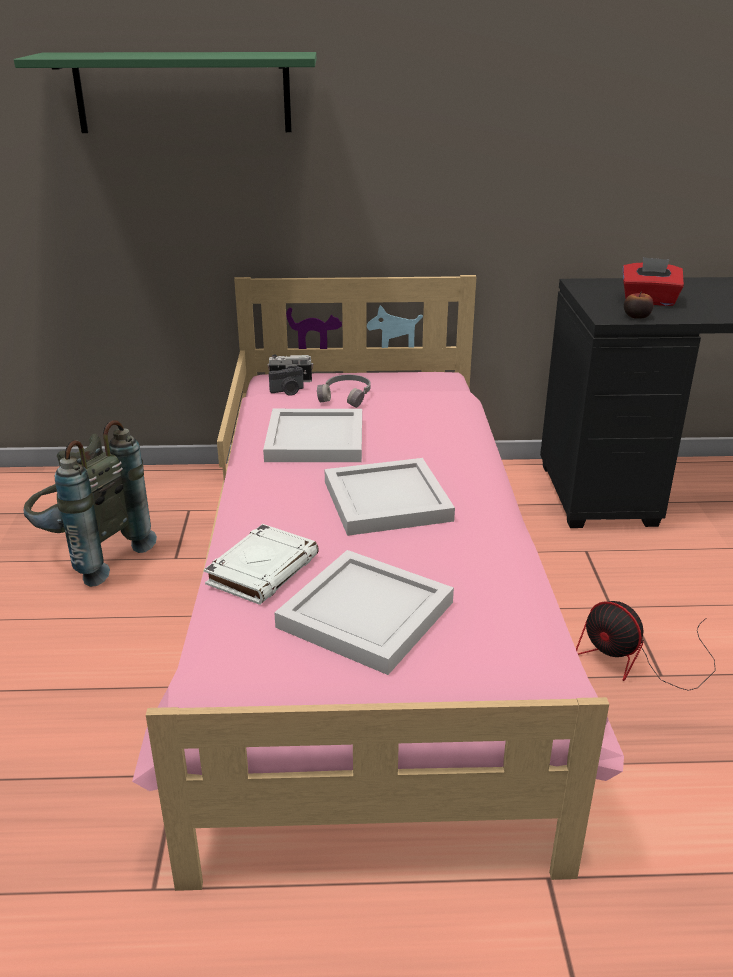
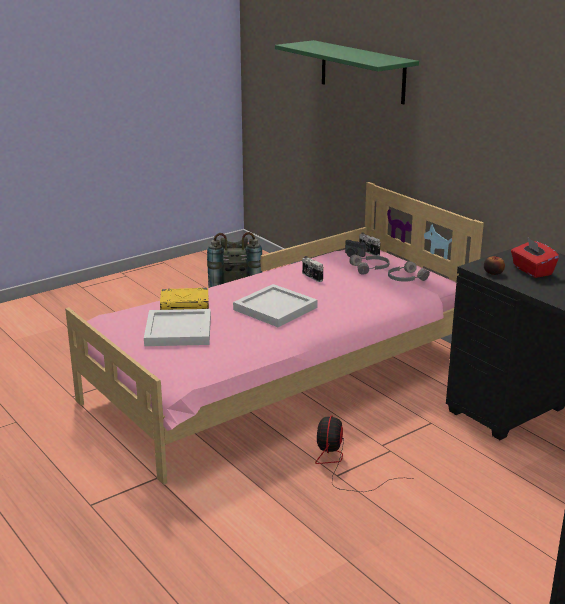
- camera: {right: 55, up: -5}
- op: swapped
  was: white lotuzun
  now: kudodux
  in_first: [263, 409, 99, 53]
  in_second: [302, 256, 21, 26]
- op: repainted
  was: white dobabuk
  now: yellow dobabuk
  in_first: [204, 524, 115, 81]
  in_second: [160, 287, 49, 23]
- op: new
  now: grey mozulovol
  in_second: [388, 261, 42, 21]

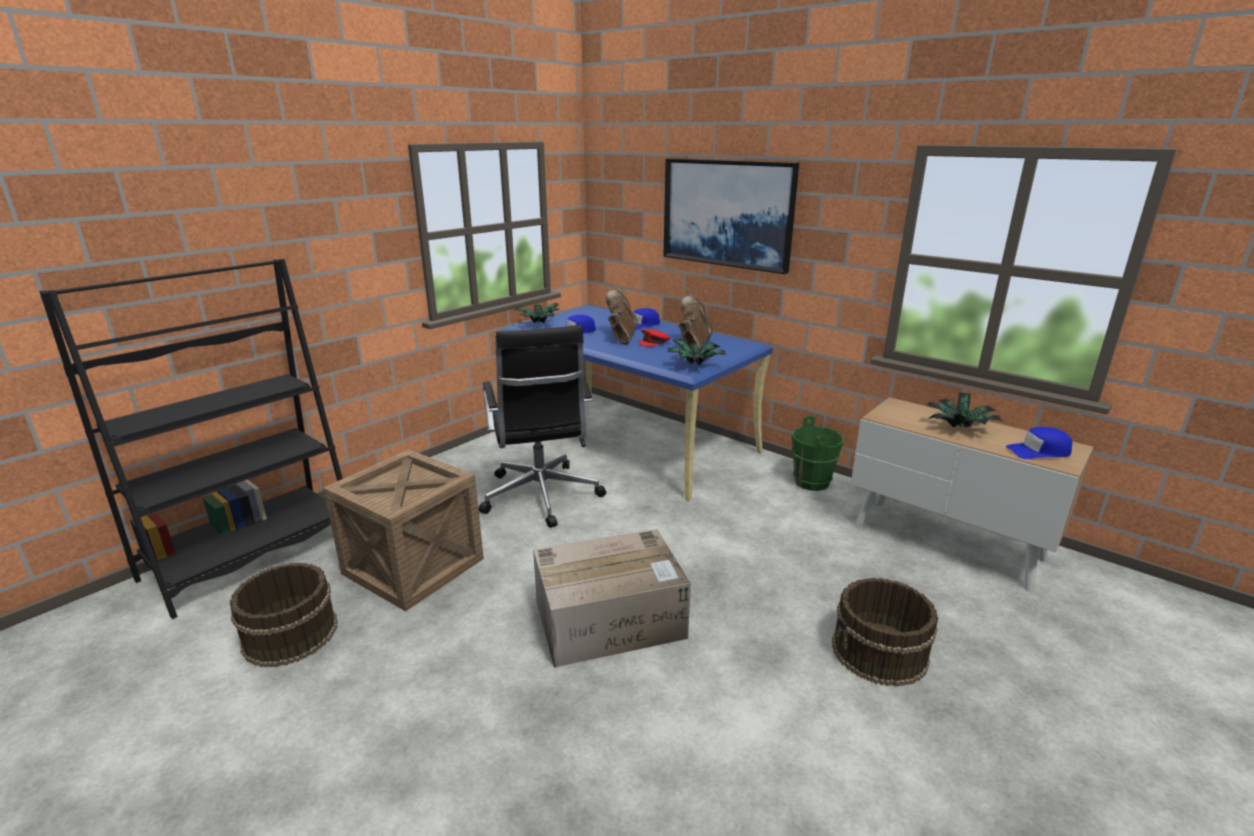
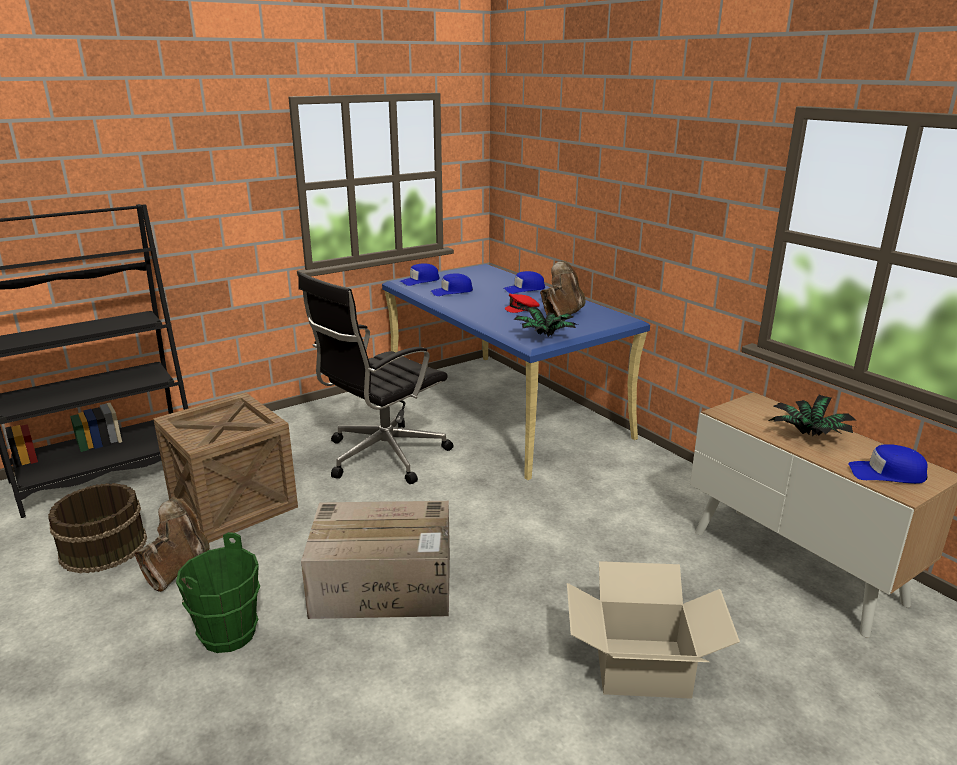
- camera: {right: 15, up: 0}
- op: gone
  was: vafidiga
  in_first: [664, 158, 135, 116]
- op: shifted
  was: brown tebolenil
  in_first: [605, 289, 32, 56]
  in_second: [135, 497, 75, 95]
- op: swapped
  was: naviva
  now: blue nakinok
  in_first: [514, 303, 46, 20]
  in_second: [400, 263, 40, 23]
- op: rotated
  was: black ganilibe
  in_first: [479, 325, 127, 203]
  in_second: [298, 273, 156, 211]
  clockwise: 45
- op: shifted
  was: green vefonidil
  in_first: [791, 416, 53, 75]
  in_second: [176, 532, 84, 121]
- op: swapped
  was: brown vefonidil
  now: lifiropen
  in_first: [832, 578, 106, 109]
  in_second: [567, 561, 173, 138]

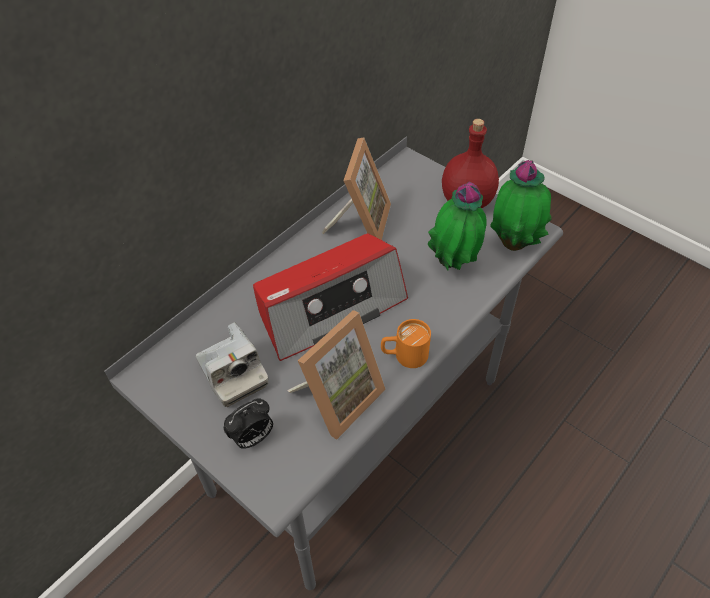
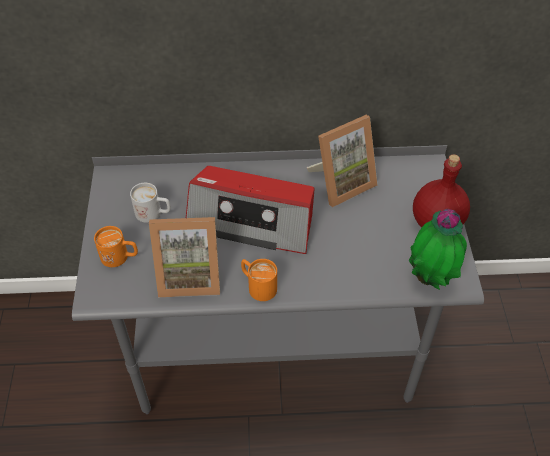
- camera: {right: 45, up: 0}
- op: gone
  was: naviva
  in_first: [428, 181, 59, 89]
- op: swapped
  was: kudodux
  now: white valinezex
  in_first: [196, 322, 72, 85]
  in_second: [130, 183, 41, 40]
- op: swapped
  was: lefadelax
  now: orange valinezex
  in_first: [224, 399, 49, 50]
  in_second: [94, 226, 44, 41]

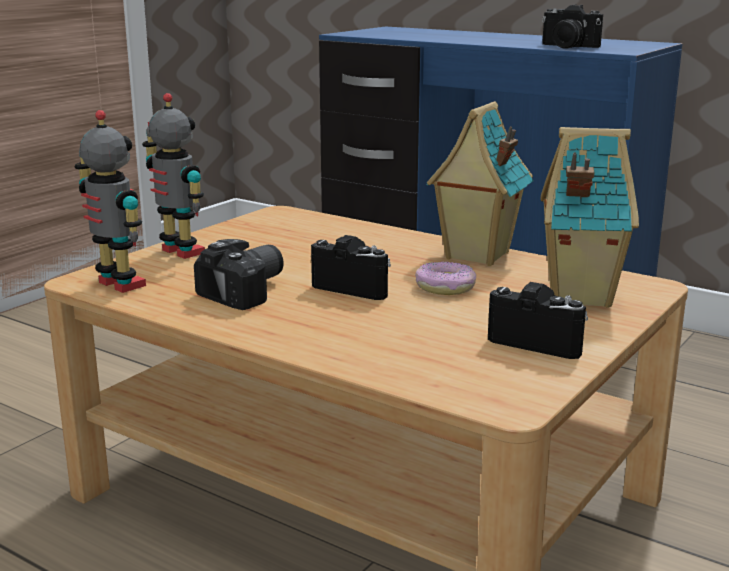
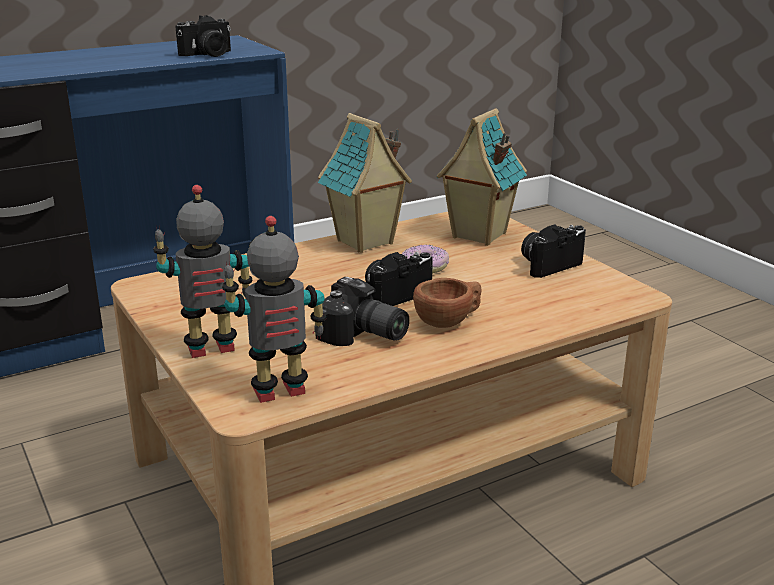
- camera: {right: -65, up: 5}
- op: rotated
  was: kudodux
  in_first: [194, 239, 90, 71]
  in_second: [315, 277, 95, 69]
  clockwise: 150
- op: new
  now: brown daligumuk
  in_second: [413, 278, 69, 50]

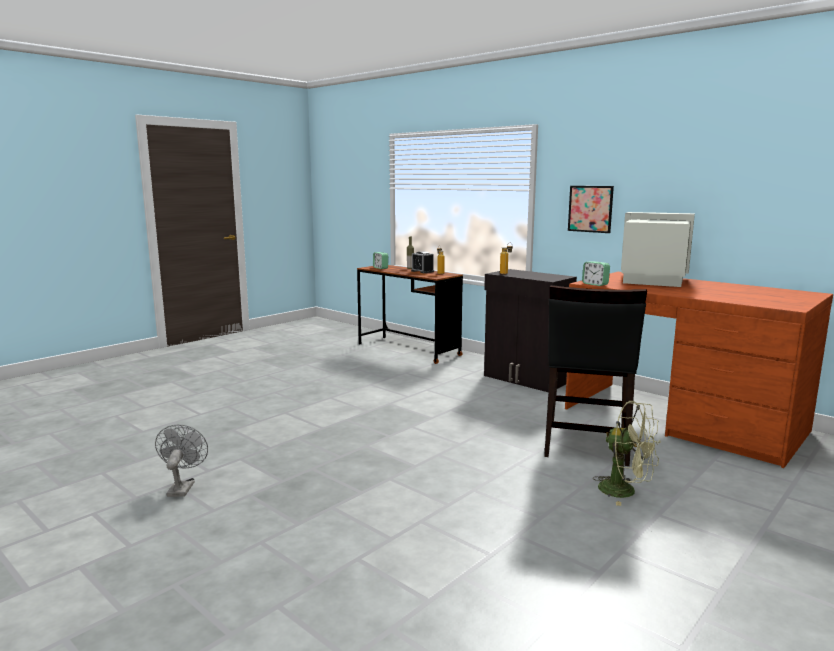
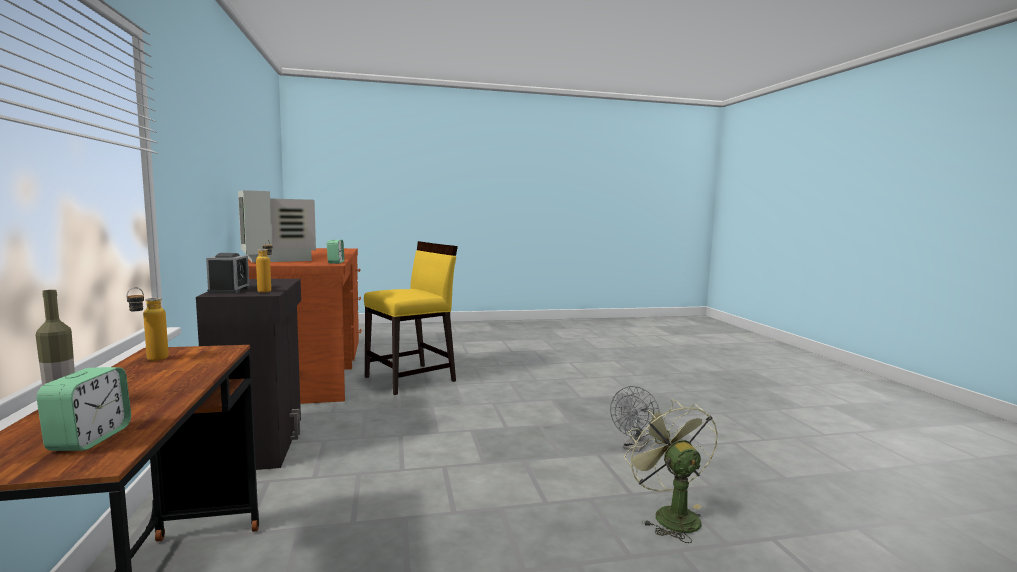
- camera: {right: -145, up: -5}
- op: gone
  was: vafidiga
  in_first: [568, 186, 46, 47]
- op: shifted
  was: lefadelax
  in_first: [411, 251, 23, 22]
  in_second: [206, 253, 44, 41]
- op: repainted
  was: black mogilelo
  now: yellow mogilelo
  in_first: [544, 285, 103, 181]
  in_second: [364, 241, 94, 154]
- op: shifted
  was: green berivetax
  in_first: [593, 401, 68, 105]
  in_second: [624, 399, 94, 144]
- op: shifted
  was: grey berivetax
  in_first: [155, 425, 53, 72]
  in_second: [610, 386, 50, 66]

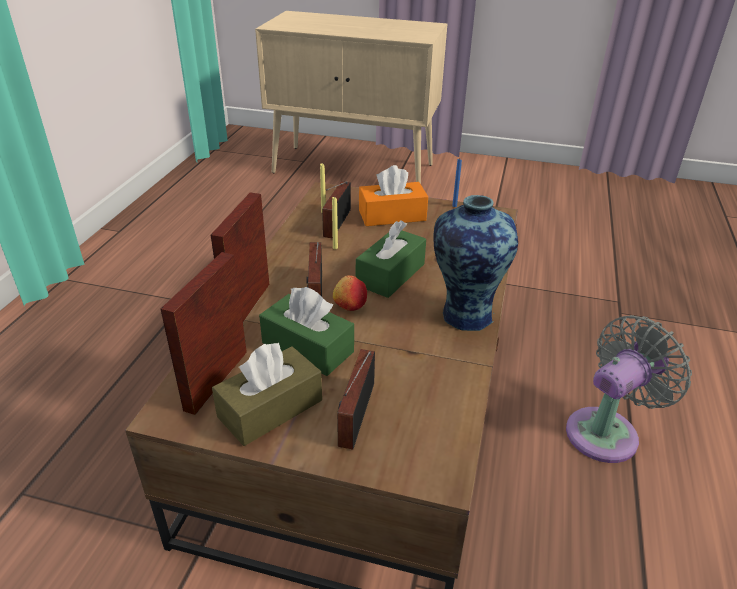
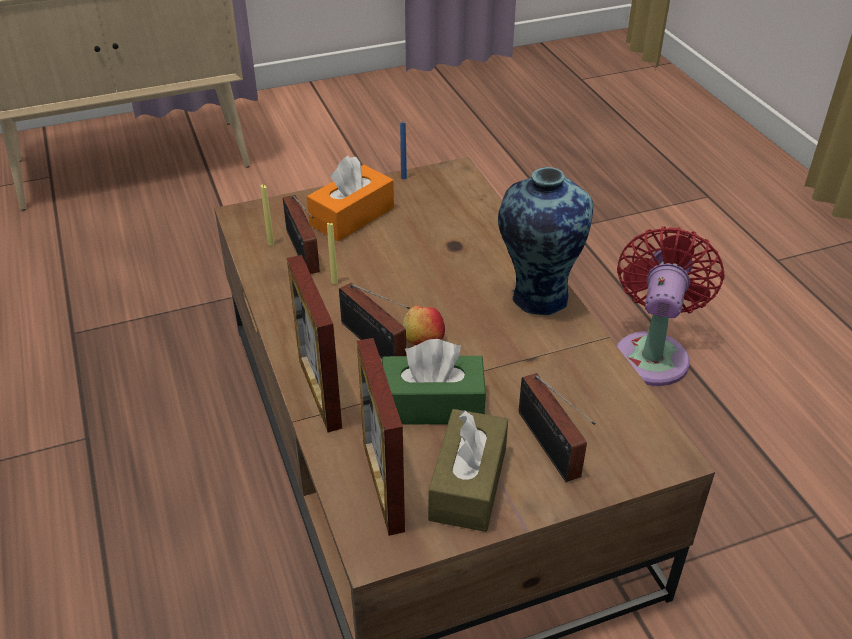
- camera: {right: -35, up: 5}
- op: gone
  was: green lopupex
  in_first: [356, 220, 70, 78]
- op: repainted
  was: grey berivetax
  now: red berivetax
  in_first: [566, 315, 126, 148]
  in_second: [617, 226, 108, 160]

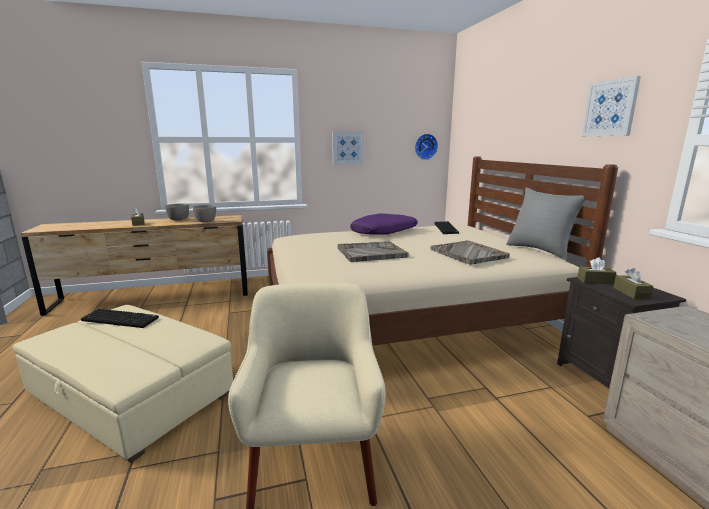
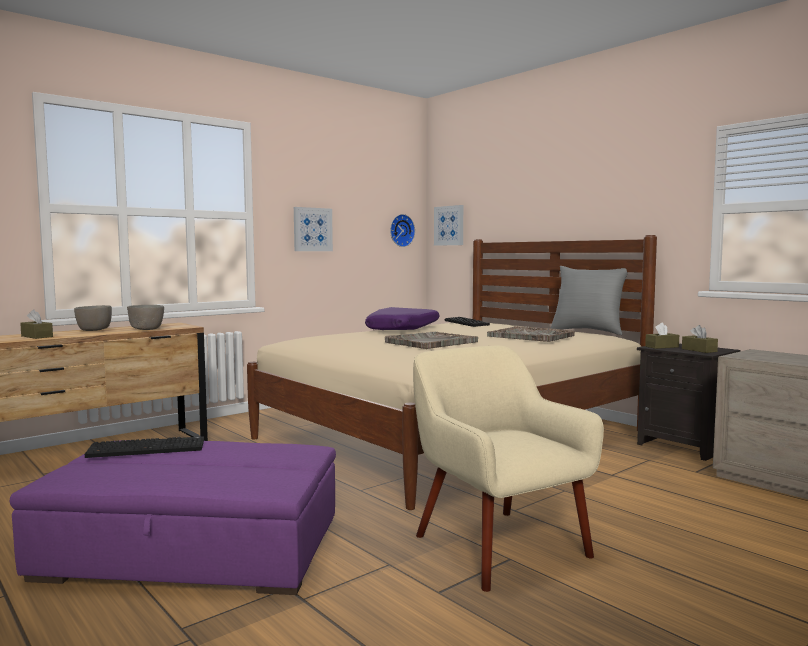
- camera: {right: -25, up: -10}
- op: shifted
  was: vafidiga
  in_first: [582, 76, 59, 60]
  in_second: [434, 205, 29, 41]
- op: repainted
  was: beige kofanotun
  now: purple kofanotun
  in_first: [12, 305, 221, 158]
  in_second: [10, 440, 326, 155]

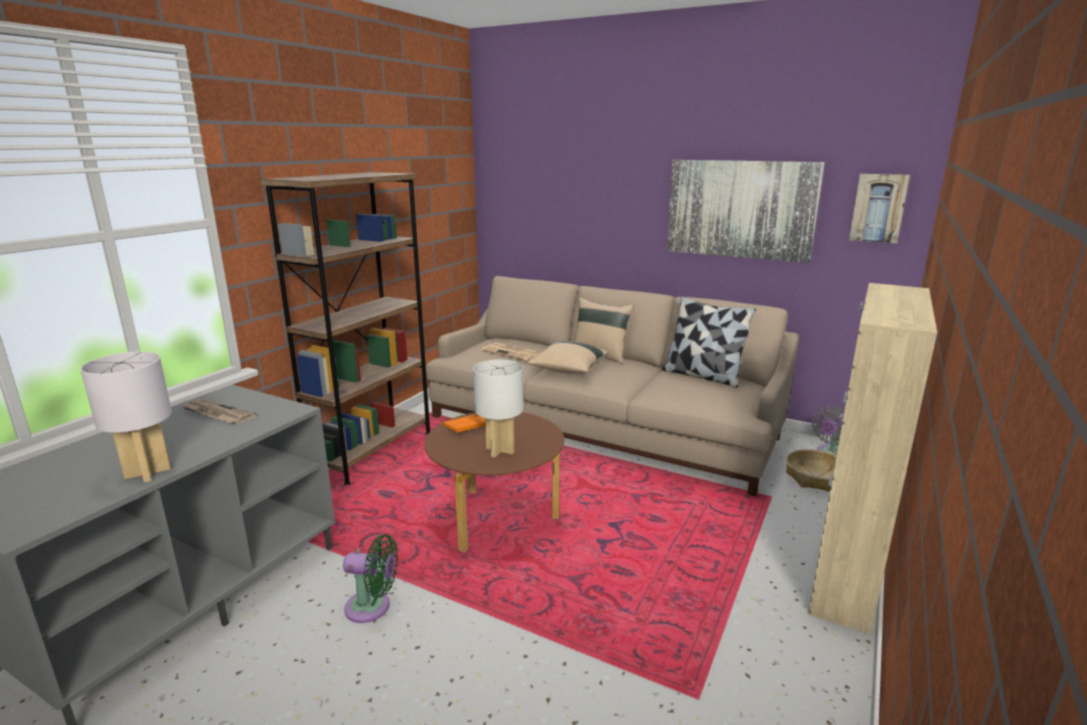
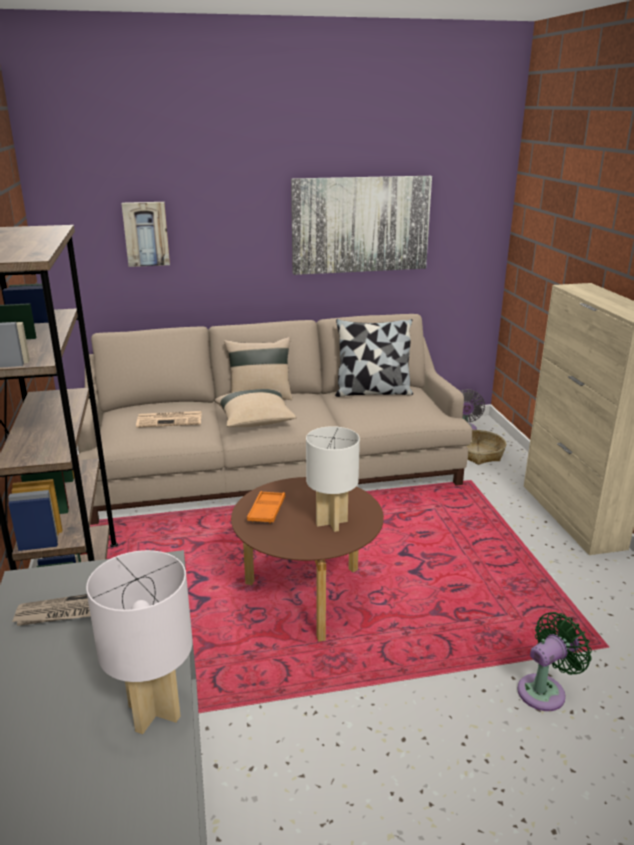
- camera: {right: -40, up: 5}
- op: shifted
  was: vafidiga
  in_first: [849, 174, 61, 69]
  in_second: [121, 202, 49, 65]
- op: shifted
  was: green berivetax
  in_first: [343, 534, 55, 89]
  in_second: [517, 612, 75, 99]

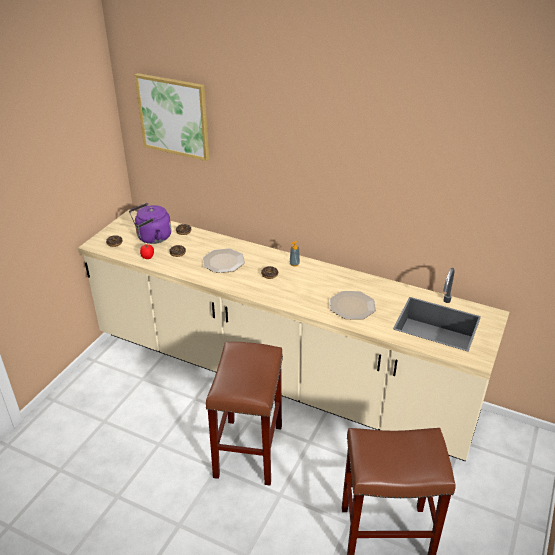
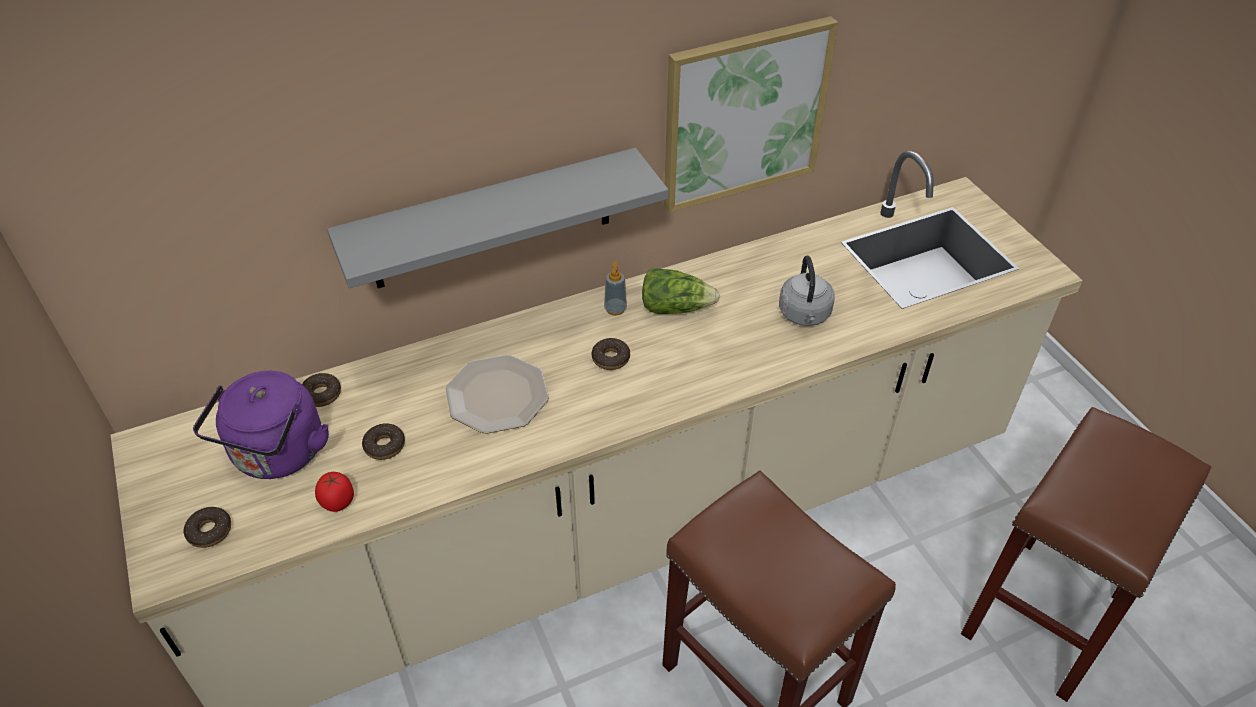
- camera: {right: -50, up: 10}
- op: shifted
  was: vafidiga
  in_first: [135, 73, 74, 88]
  in_second: [664, 16, 174, 197]
- op: swapped
  was: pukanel
  now: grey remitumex
  in_first: [330, 291, 46, 29]
  in_second: [779, 256, 56, 70]
- op: new
  now: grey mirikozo
  in_second: [327, 148, 342, 140]
- op: new
  now: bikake
  in_second: [642, 268, 78, 46]

